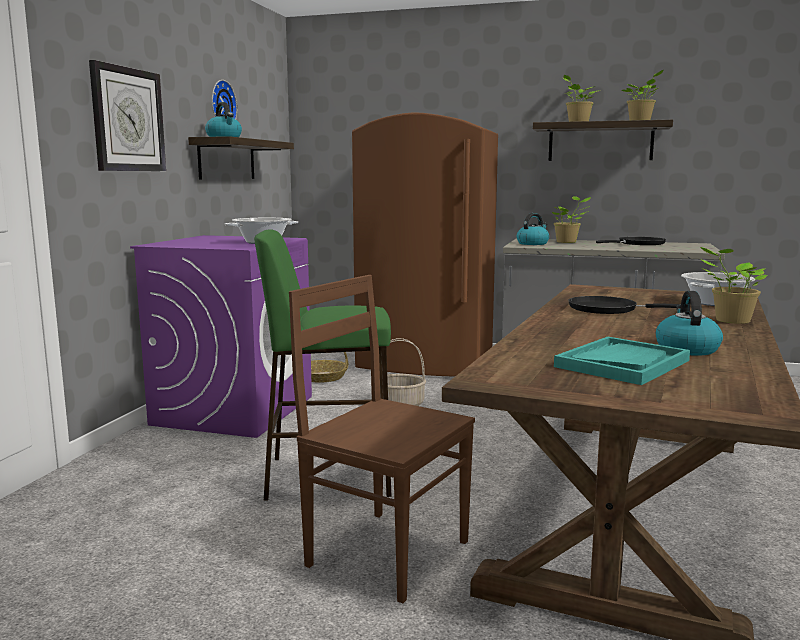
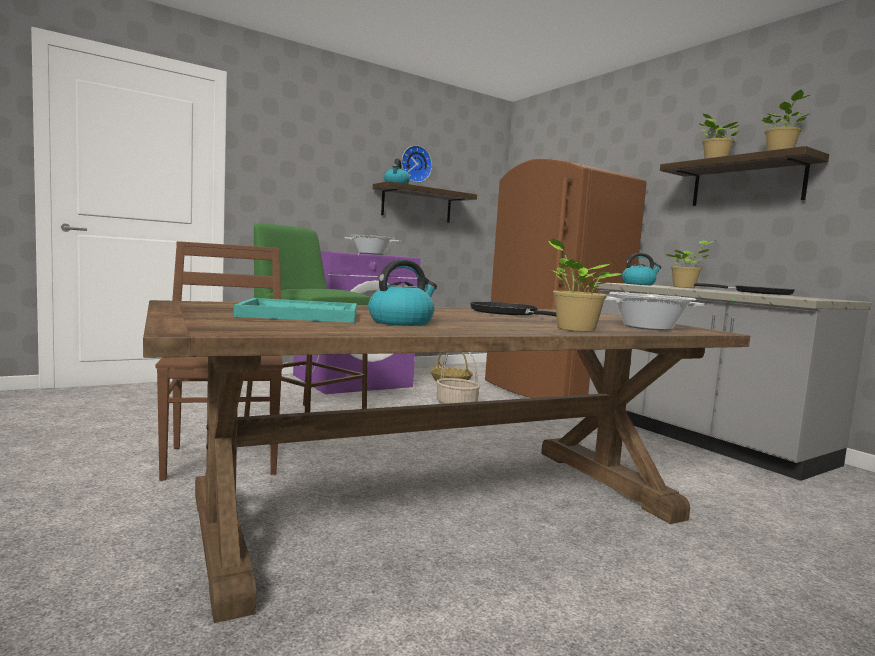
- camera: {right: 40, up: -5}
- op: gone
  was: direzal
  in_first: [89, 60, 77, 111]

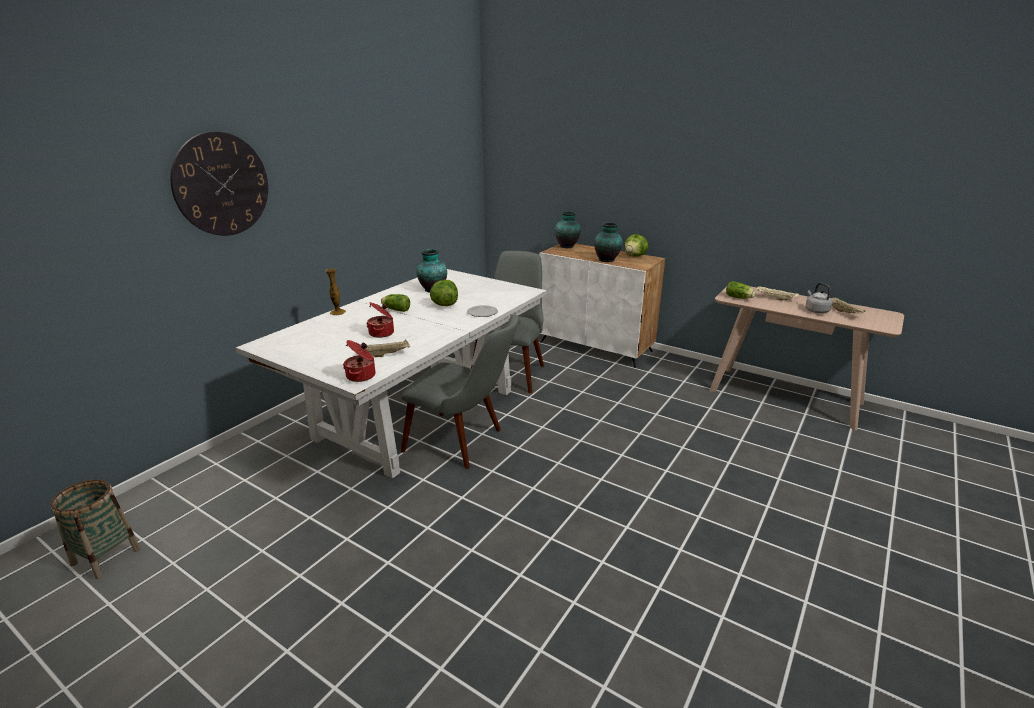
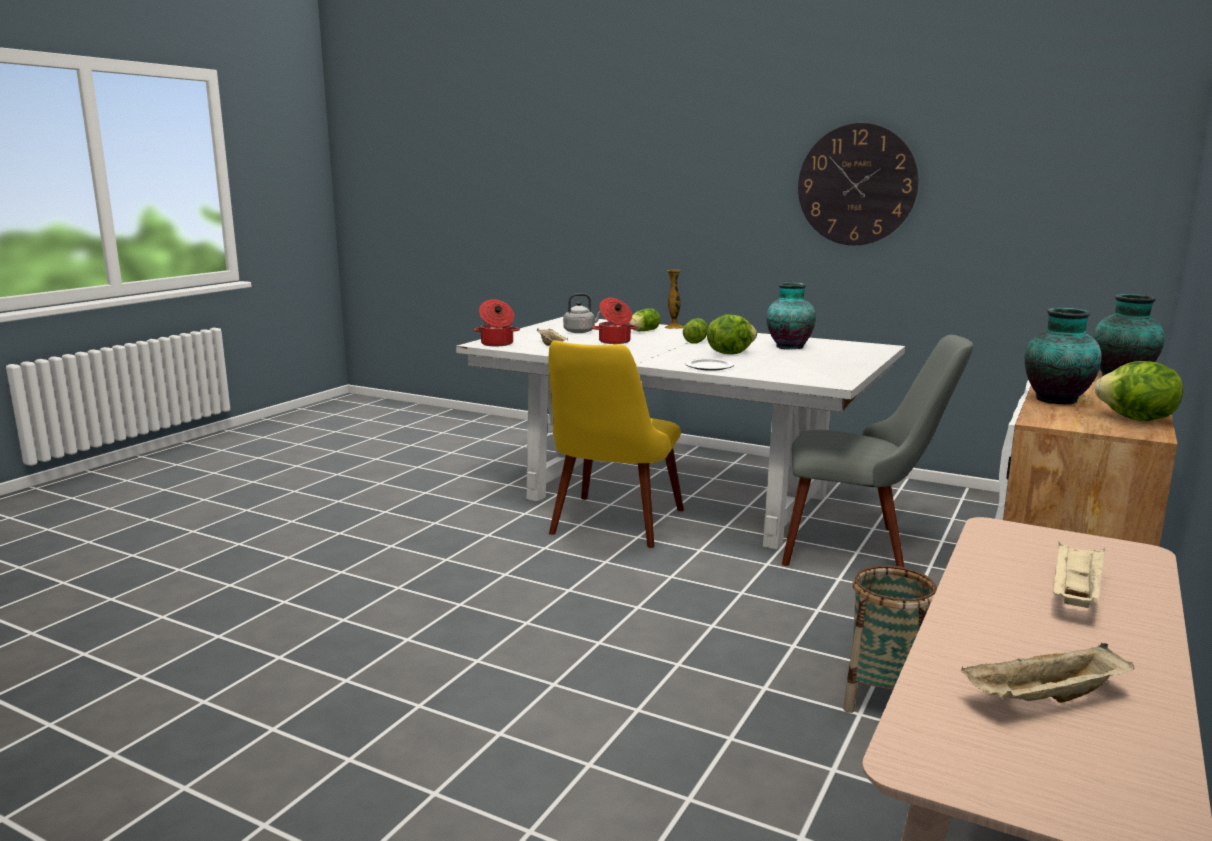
- camera: {right: 85, up: -10}
- op: shifted
  was: direzal
  in_first: [170, 131, 98, 105]
  in_second: [798, 123, 120, 122]
- op: shifted
  was: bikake
  in_first: [726, 281, 29, 18]
  in_second: [629, 308, 32, 23]
- op: shifted
  was: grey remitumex
  in_first: [806, 283, 27, 31]
  in_second: [563, 293, 38, 40]
- op: repainted
  was: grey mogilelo
  now: yellow mogilelo
  in_first: [401, 315, 118, 154]
  in_second: [548, 340, 136, 208]
- op: shifted
  was: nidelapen
  in_first: [51, 479, 90, 100]
  in_second: [843, 565, 94, 148]

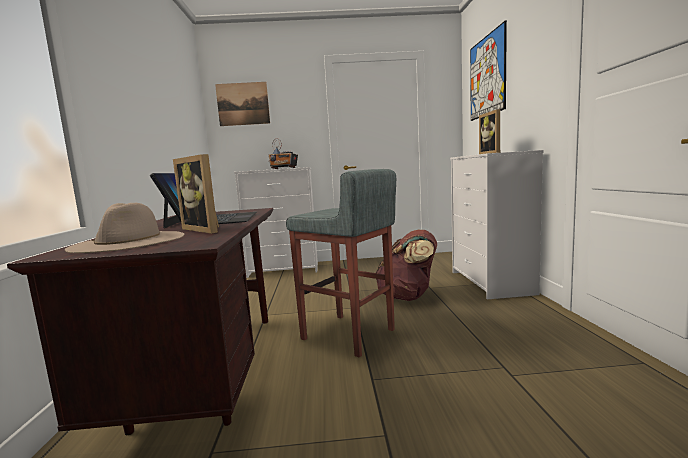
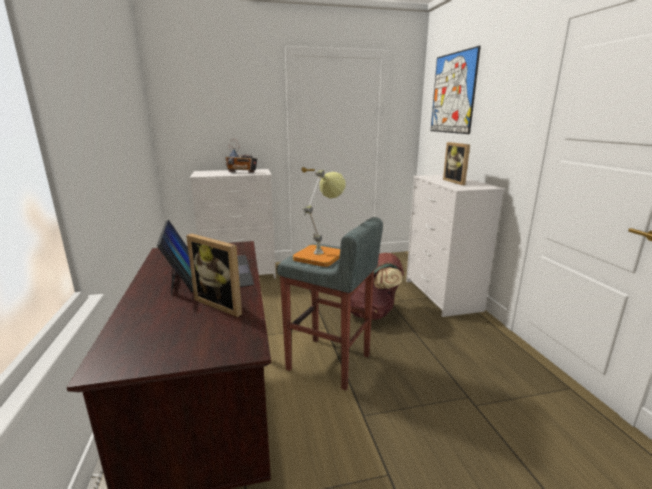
- camera: {right: -10, up: 10}
- op: gone
  was: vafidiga
  in_first: [215, 82, 55, 44]
- op: gone
  was: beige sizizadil
  in_first: [65, 203, 119, 50]
- op: new
  now: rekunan
  in_second: [293, 170, 53, 97]

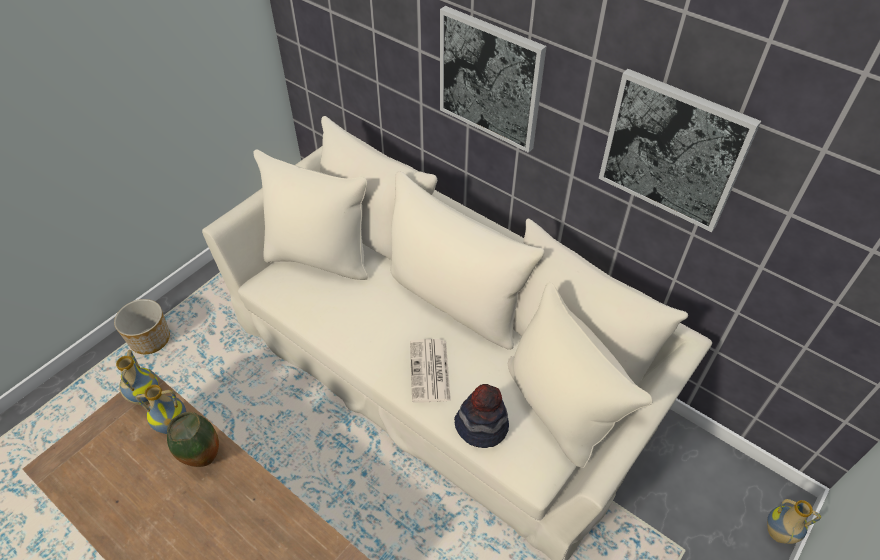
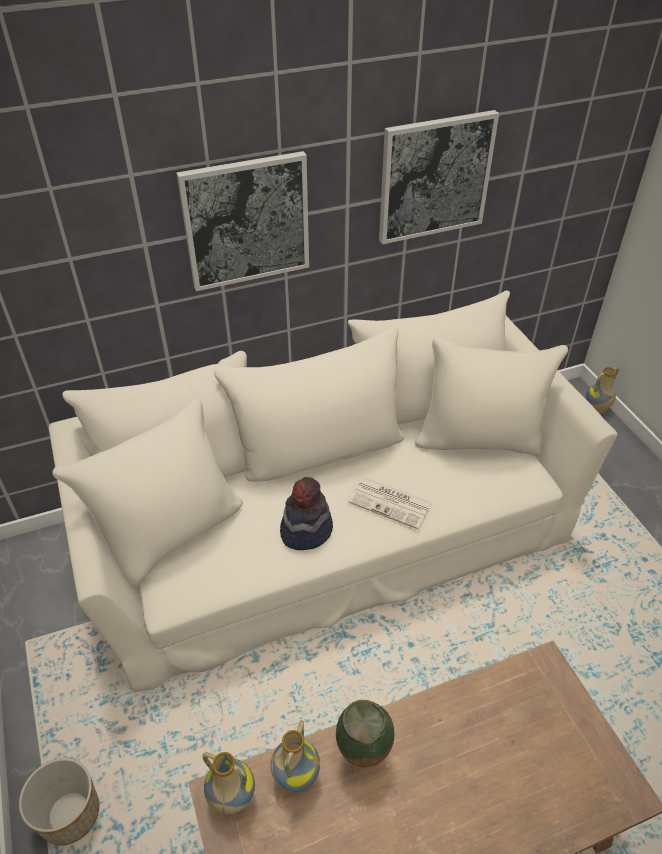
- camera: {right: -60, up: -5}
- op: shifted
  was: sizizadil
  in_first: [454, 384, 55, 64]
  in_second: [280, 477, 53, 73]

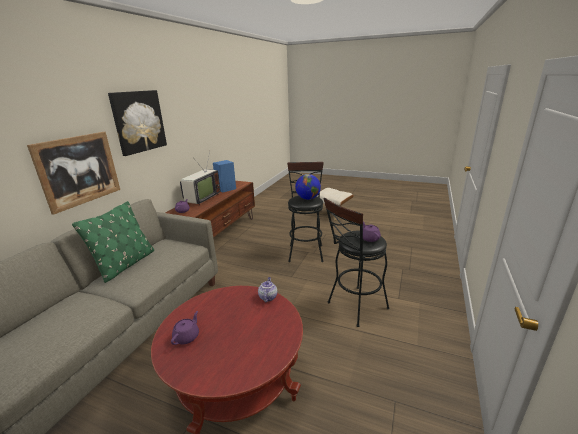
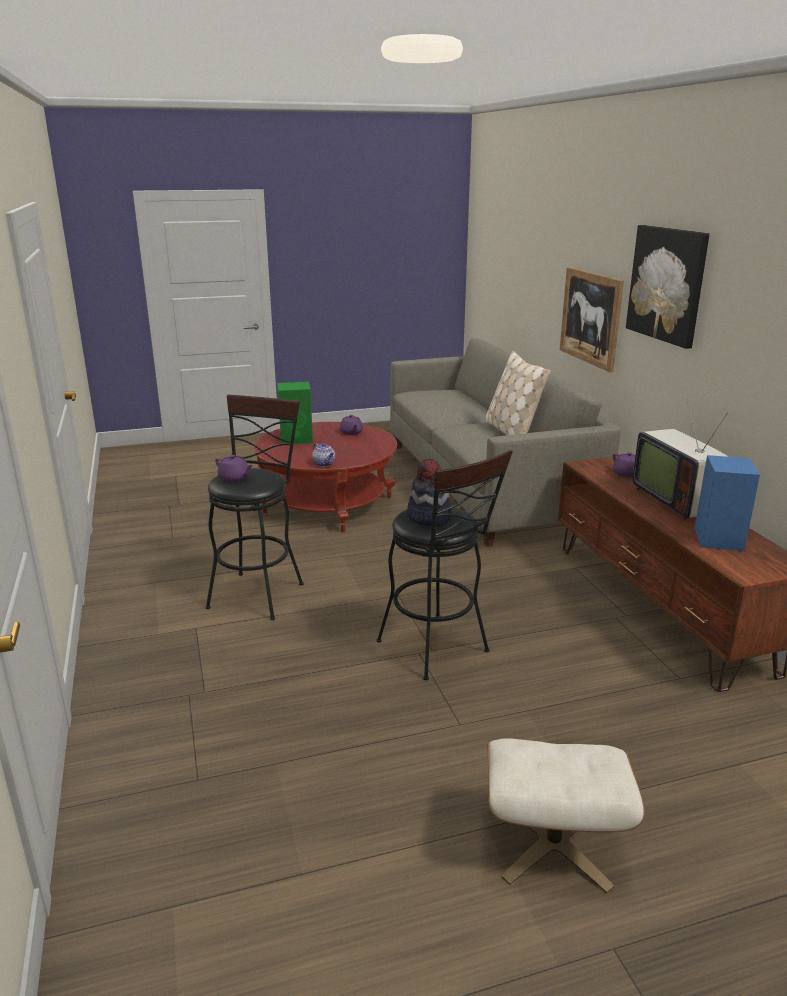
- camera: {right: 140, up: 0}
- op: swapped
  was: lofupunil
  now: sizizadil
  in_first: [295, 174, 26, 26]
  in_second: [407, 459, 45, 67]
- op: repainted
  was: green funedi
  now: beige funedi
  in_first: [72, 201, 82, 82]
  in_second: [485, 351, 65, 84]
- op: new
  now: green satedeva
  in_second: [277, 382, 36, 62]

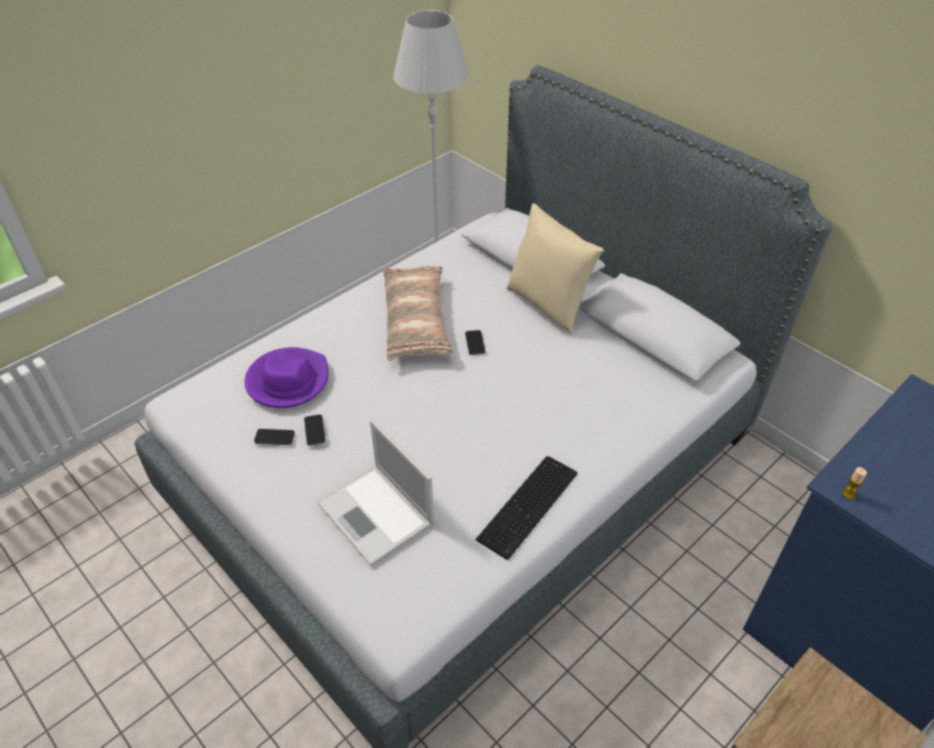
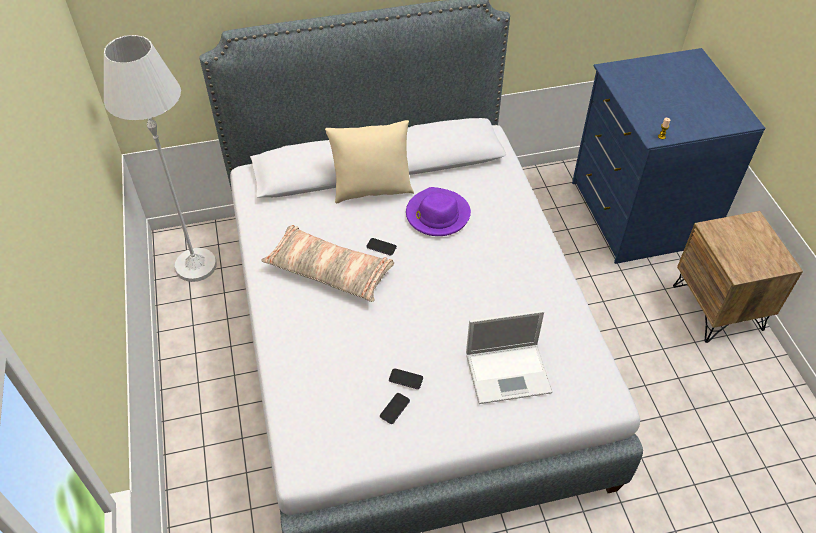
- camera: {right: -60, up: 5}
- op: shifted
  was: purple sizizadil
  in_first: [244, 347, 85, 61]
  in_second: [406, 187, 65, 49]
- op: gone
  was: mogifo
  in_first: [475, 456, 103, 104]

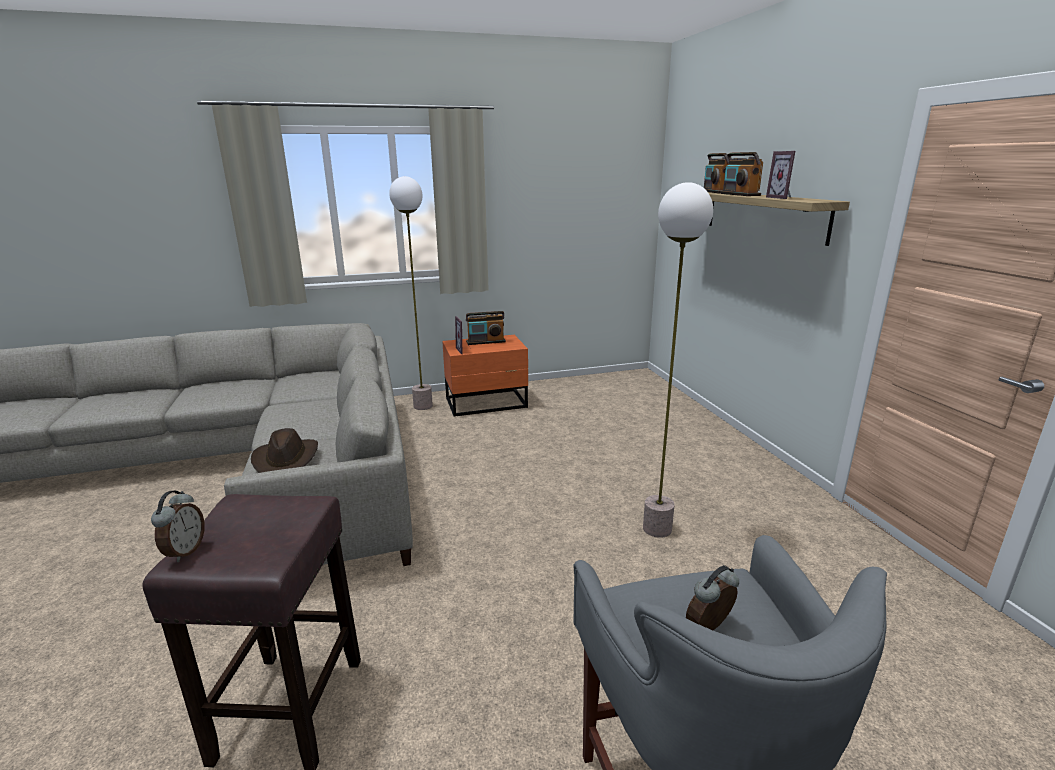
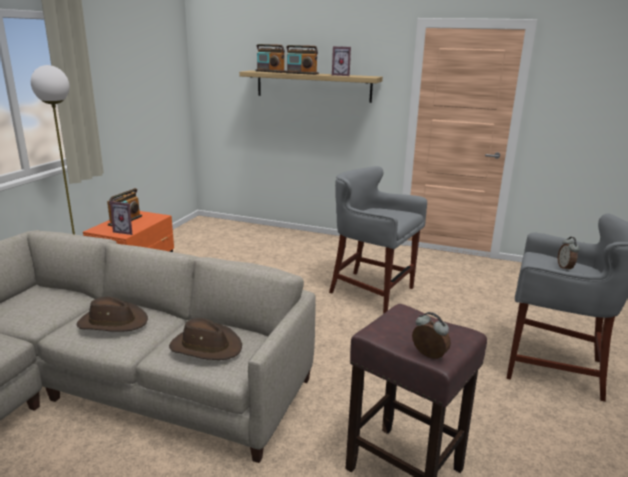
- camera: {right: -55, up: 0}
- op: swapped
  was: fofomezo
  now: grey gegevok
  in_first: [643, 182, 70, 356]
  in_second: [329, 166, 98, 147]
- op: new
  now: brown sizizadil
  in_second: [77, 296, 71, 36]

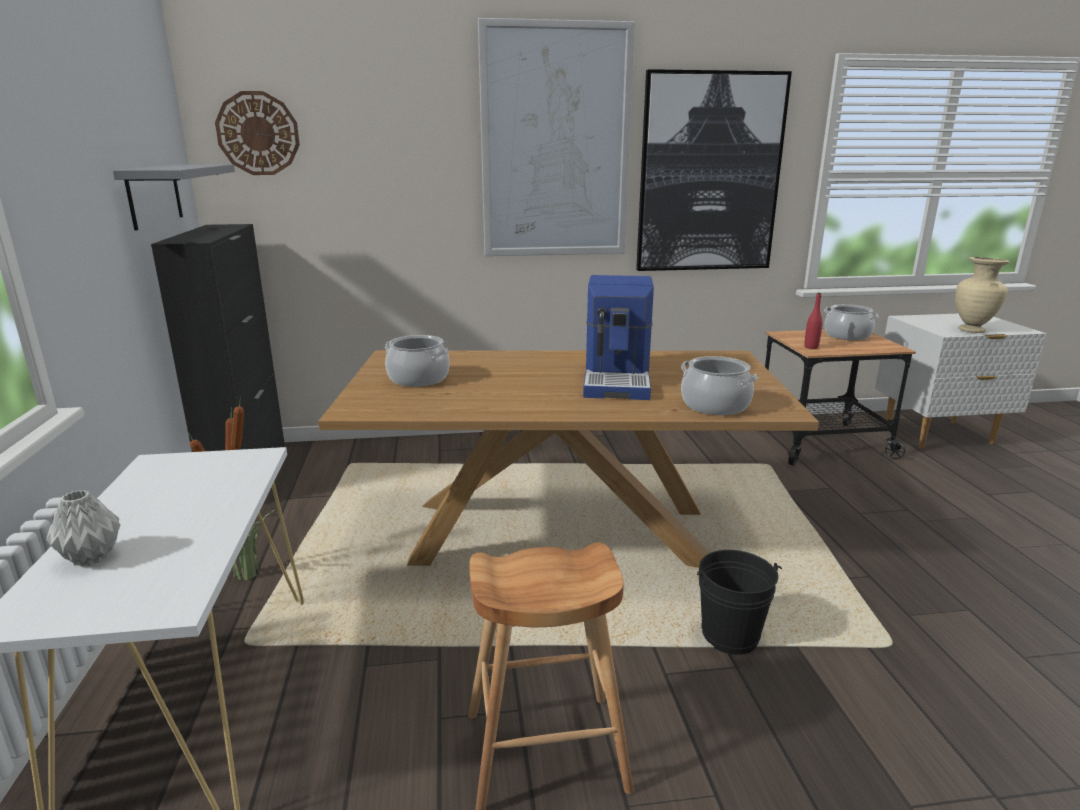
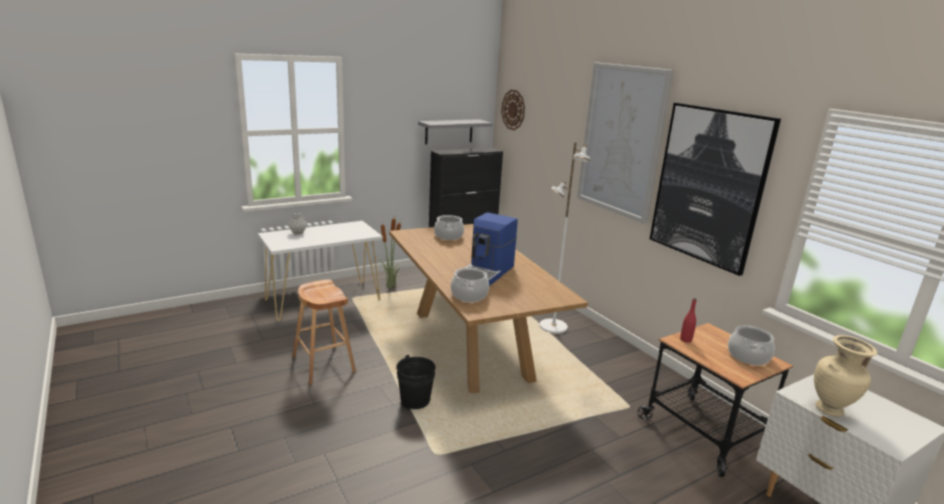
- camera: {right: 65, up: 0}
- op: rotated
  was: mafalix
  in_first: [583, 275, 71, 125]
  in_second: [465, 212, 53, 74]
  clockwise: -45
- op: new
  now: white fofomezo
  in_second: [540, 142, 50, 192]

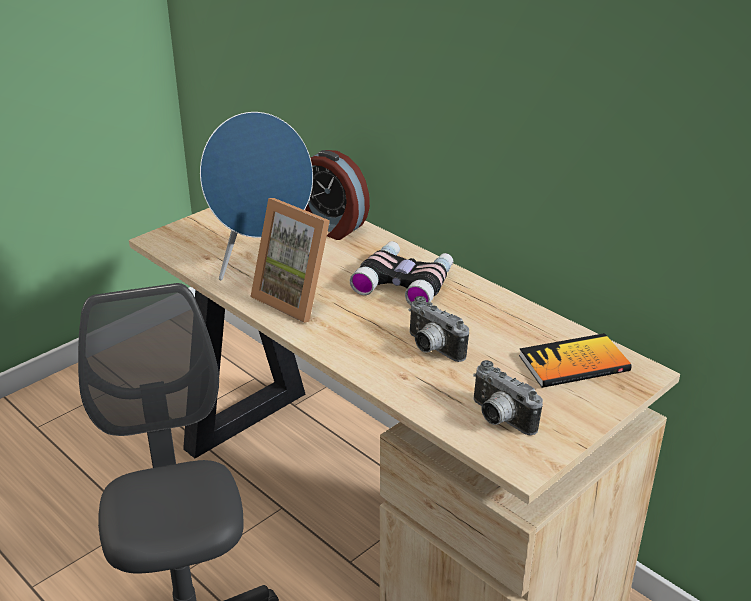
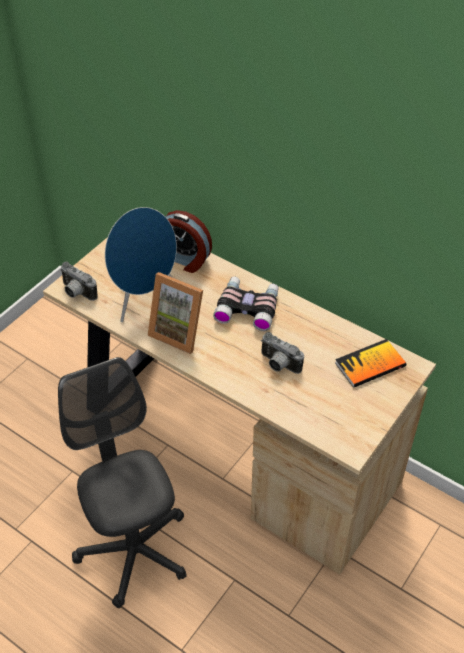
- camera: {right: -10, up: 15}
- op: shifted
  was: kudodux
  in_first: [473, 360, 70, 75]
  in_second: [60, 262, 38, 39]

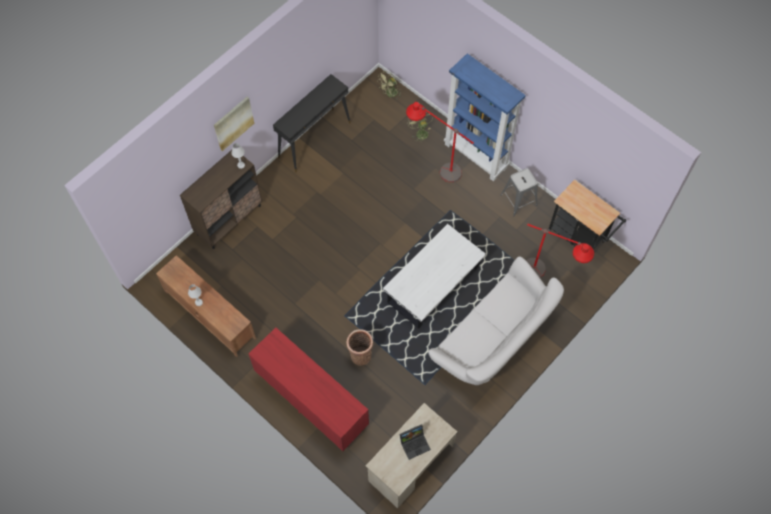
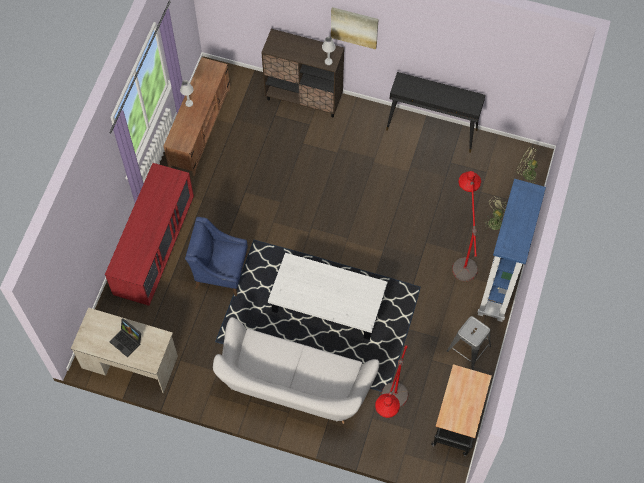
- camera: {right: 65, up: 0}
- op: swapped
  was: nidelapen
  now: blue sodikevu
  in_first: [346, 329, 27, 37]
  in_second: [185, 217, 63, 79]

